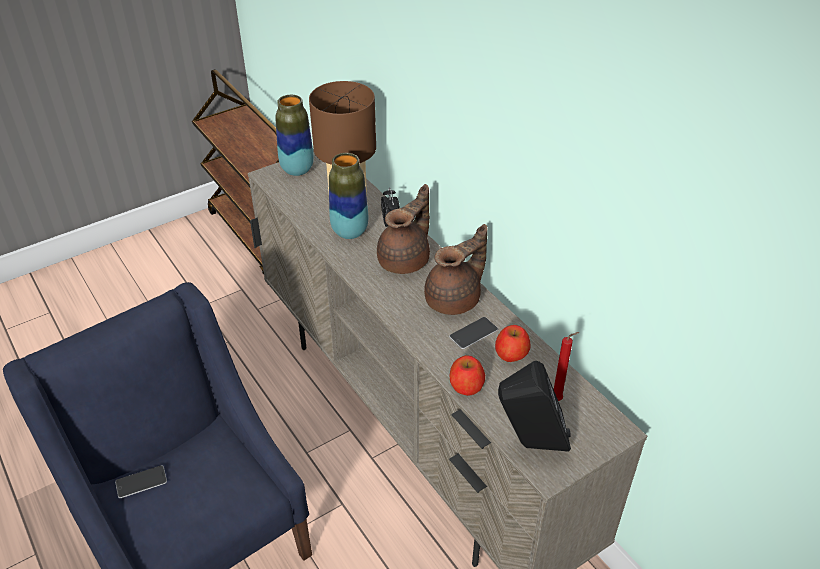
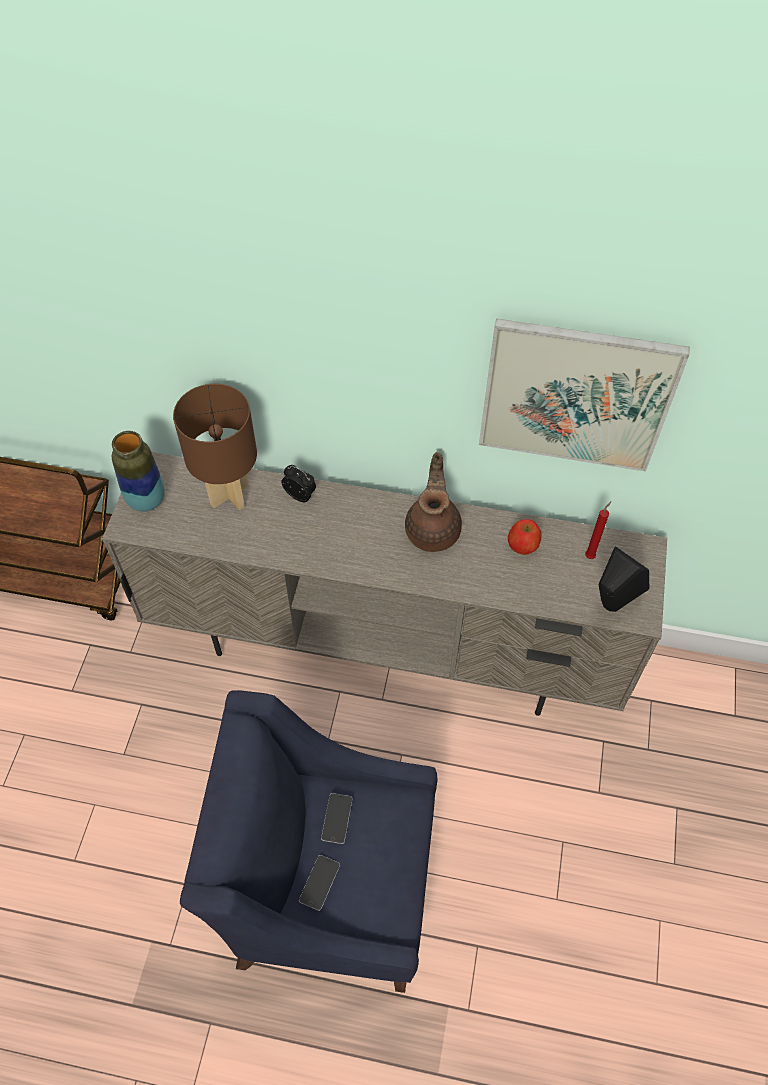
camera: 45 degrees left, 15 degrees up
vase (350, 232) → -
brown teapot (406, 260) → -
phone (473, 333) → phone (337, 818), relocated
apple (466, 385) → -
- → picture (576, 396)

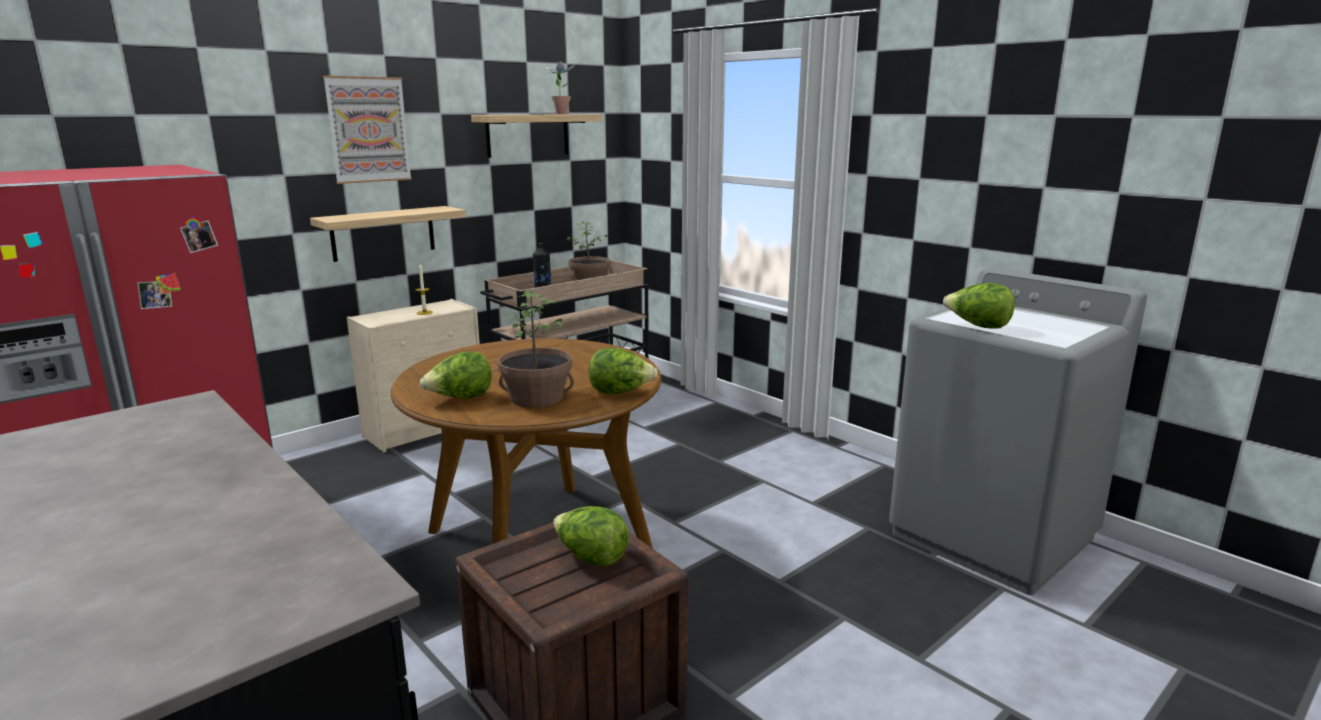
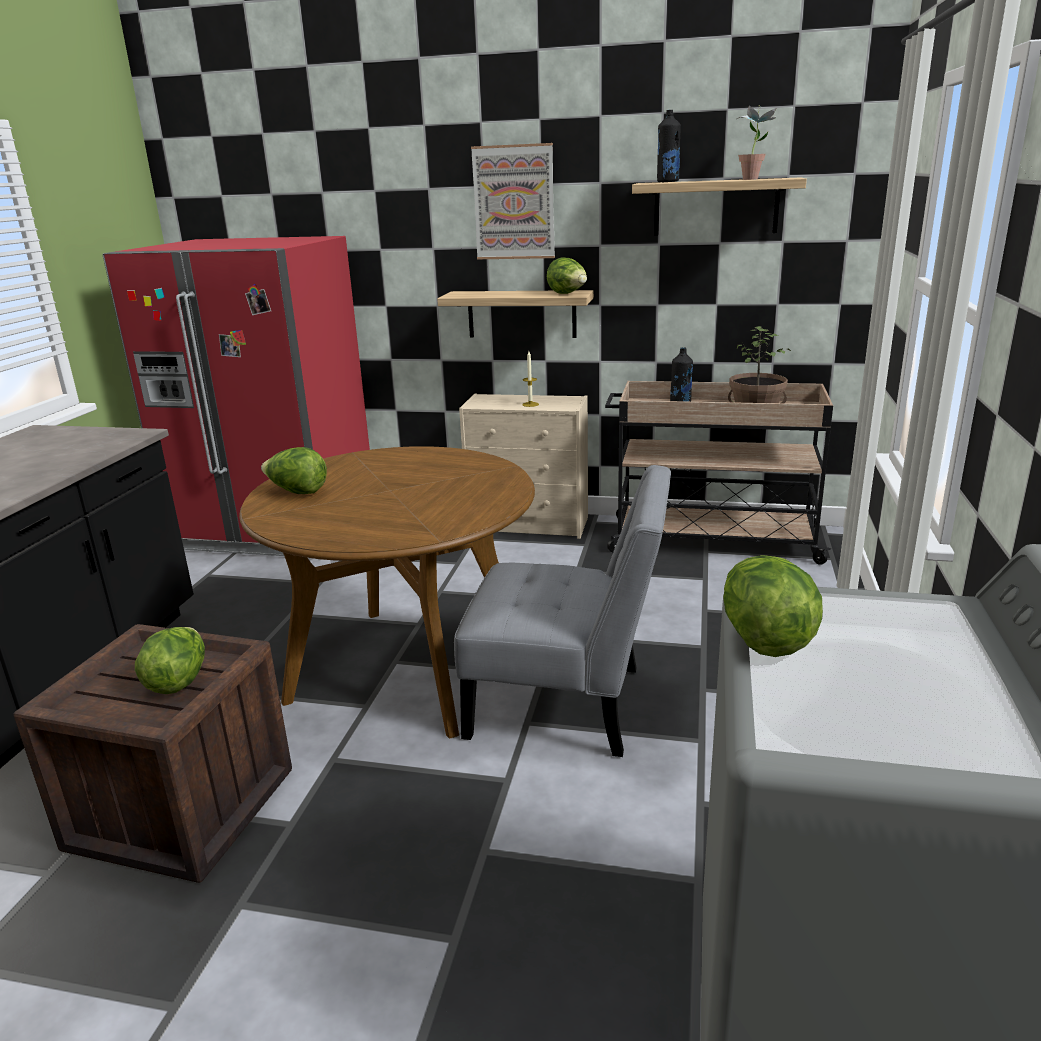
camera: 55 degrees right, 5 degrees up
potted plant (536, 398) → -
lettuce (620, 392) → lettuce (568, 294), relocated
- → grey chair (567, 704)
- → black bottle (667, 182)

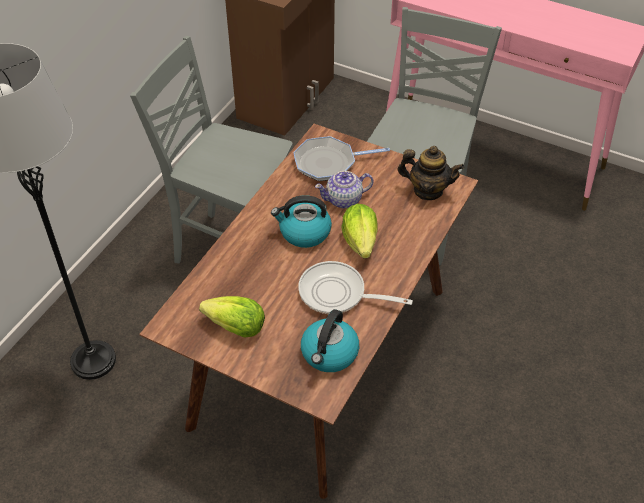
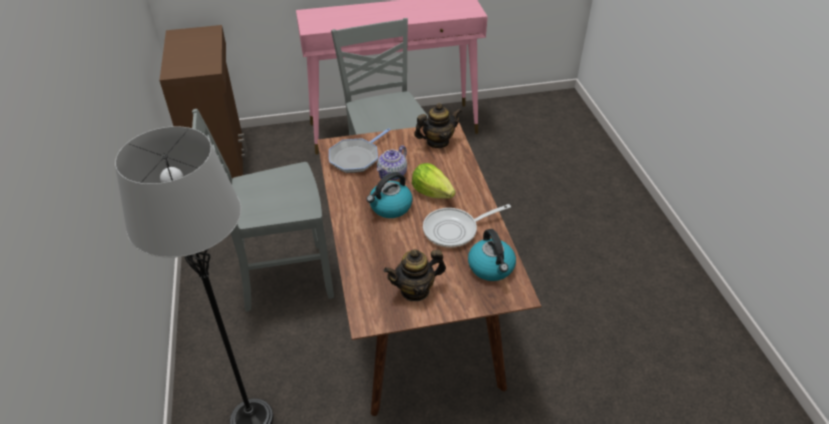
camera: 40 degrees left, 5 degrees down
lettuce (236, 328) → teapot (415, 290)

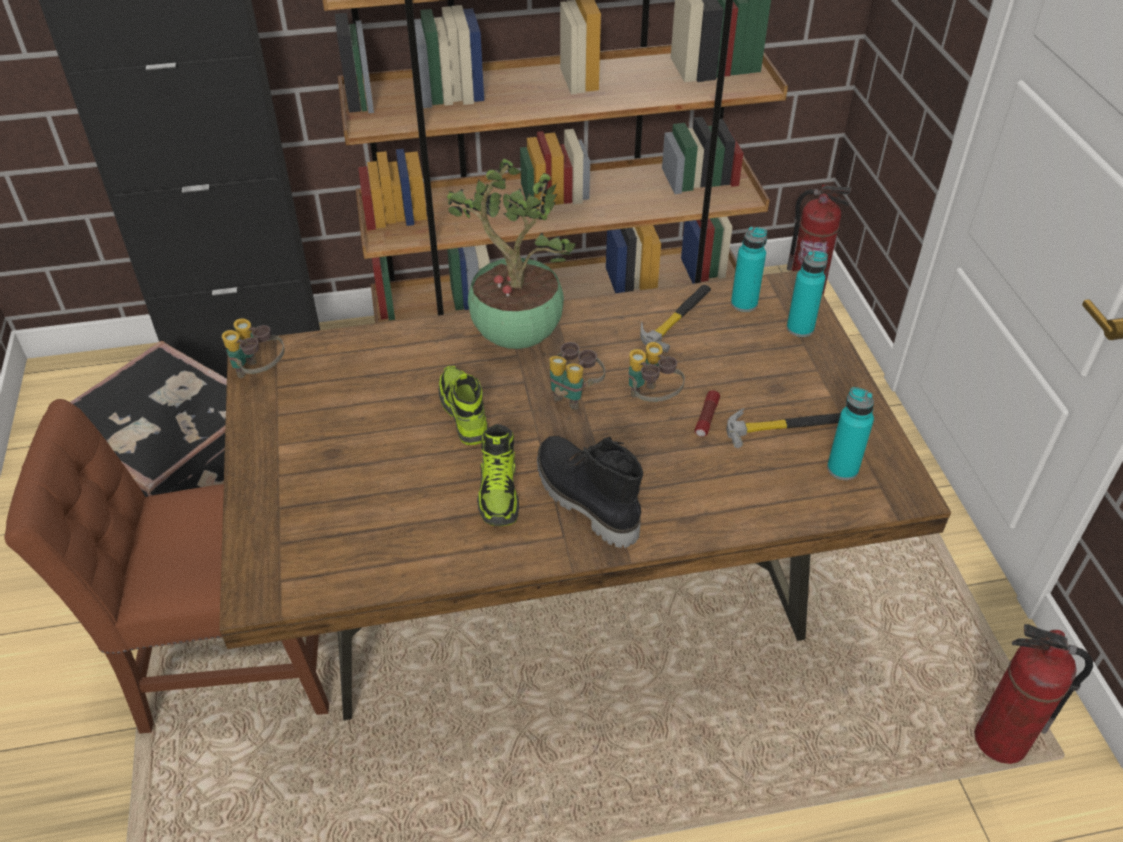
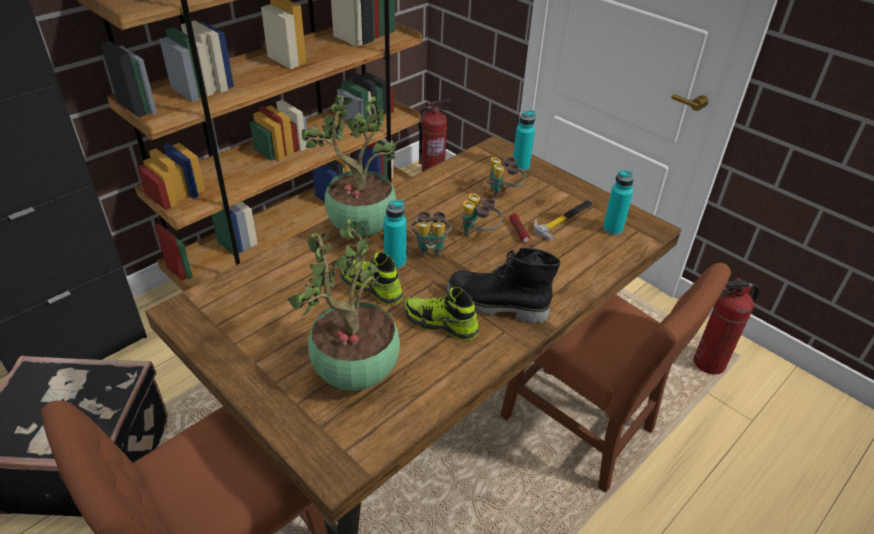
camera: 35 degrees left, 5 degrees down
binoculars (259, 373) → binoculars (503, 192), relocated
shoe (499, 492) → shoe (440, 324), 150 degrees clockwise
hammer (677, 317) → -
turquoise bottle (744, 303) → turquoise bottle (395, 262), relocated
- → potted plant (355, 376)
- → brown chair (583, 429)

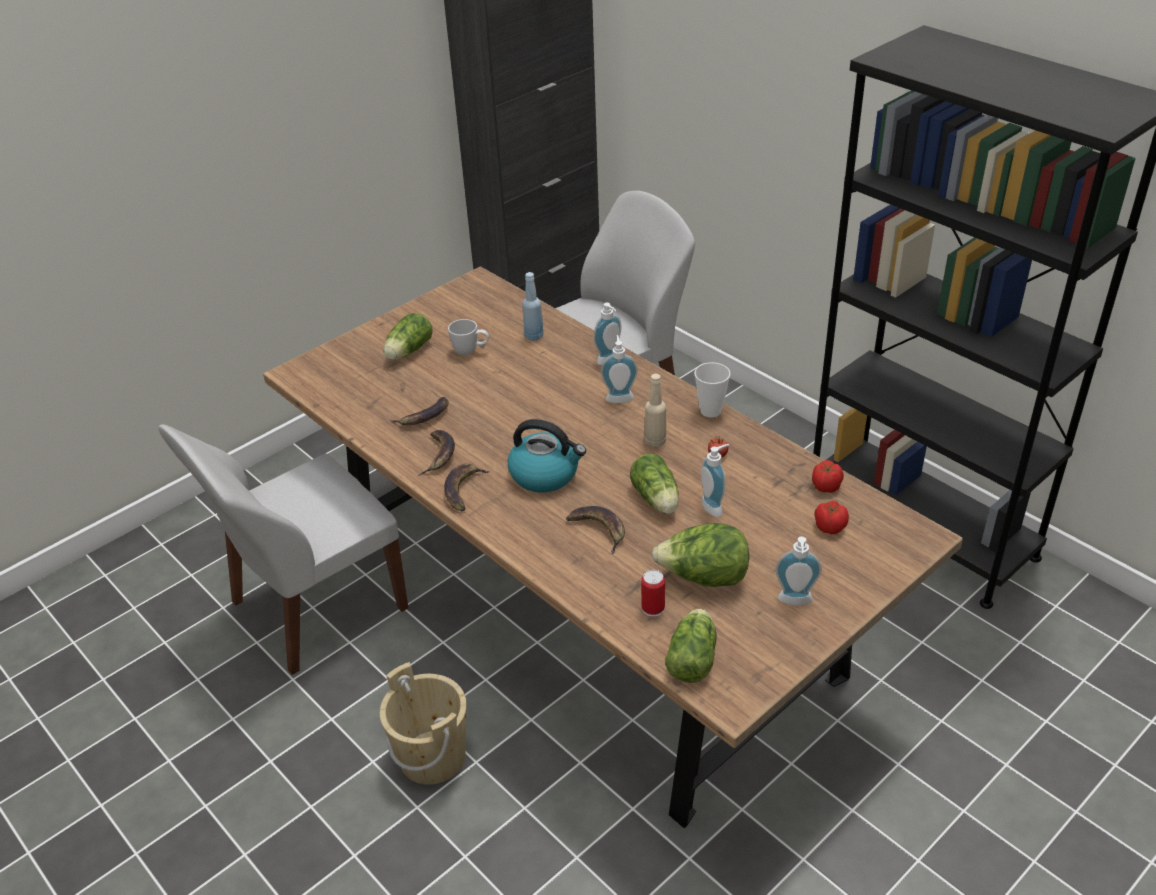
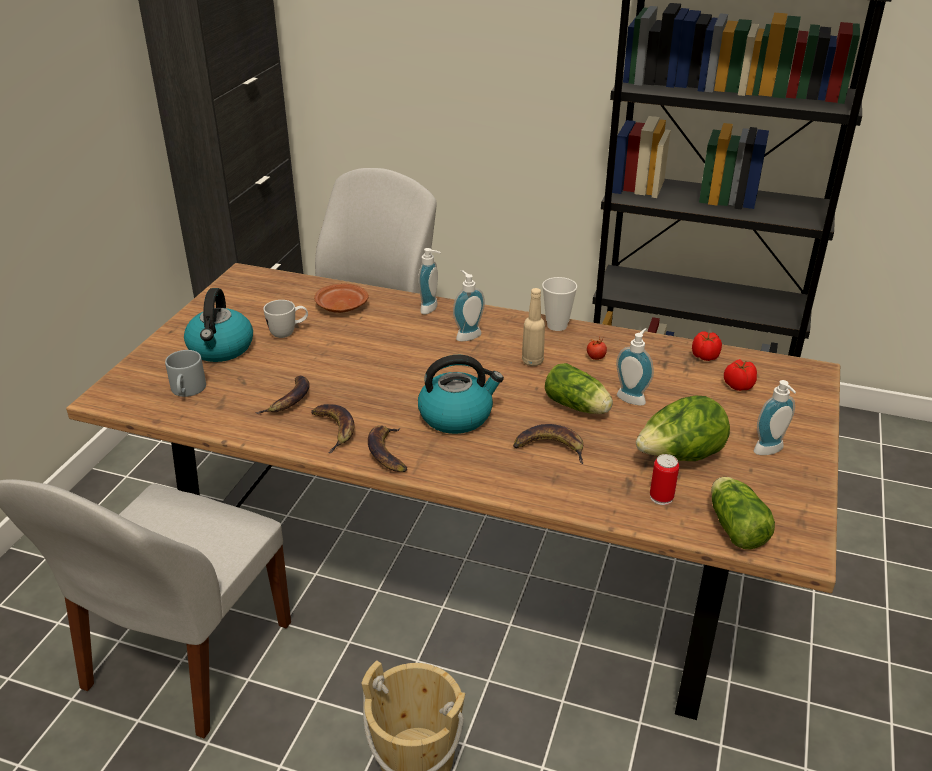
camera: 30 degrees left, 5 degrees down
lettuce (407, 352) → kettle (221, 349)
blue bottle (534, 336) → brown plate (341, 306)
- → grey mug (188, 390)

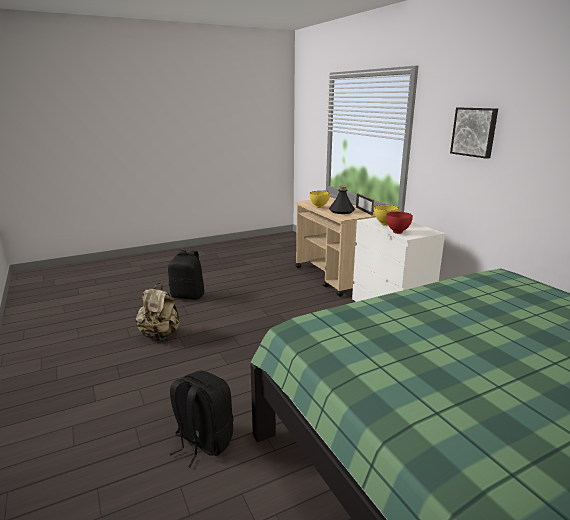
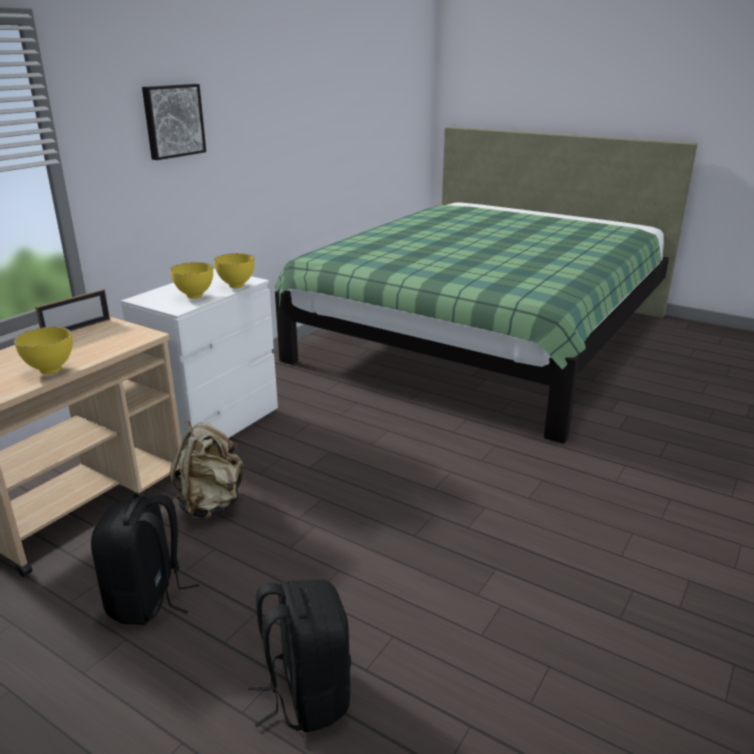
camera: 120 degrees left, 5 degrees up
beige backpack (160, 335) → beige backpack (211, 504), relocated
black backpack (203, 442) → black backpack (148, 600), relocated
black bottle (342, 211) → -
red bowl (397, 232) → yellow bowl (236, 286)

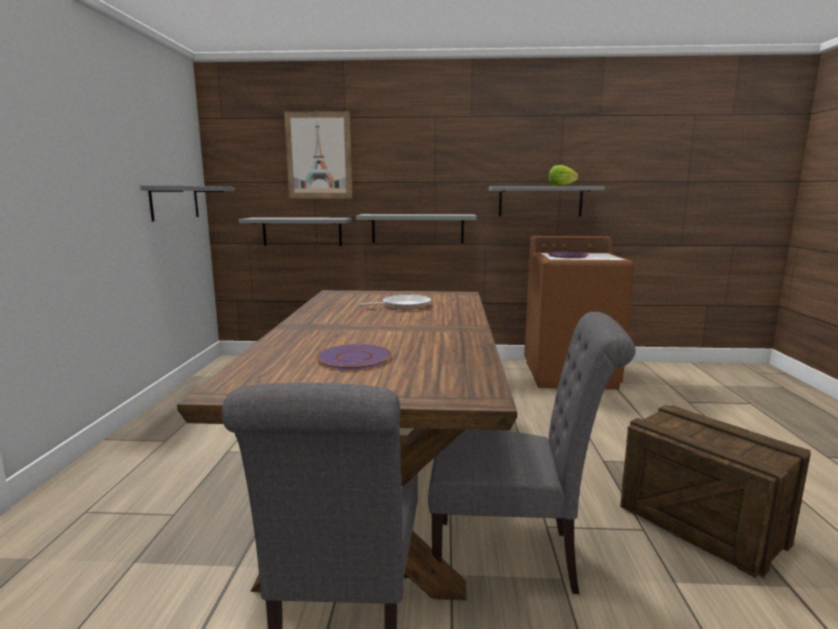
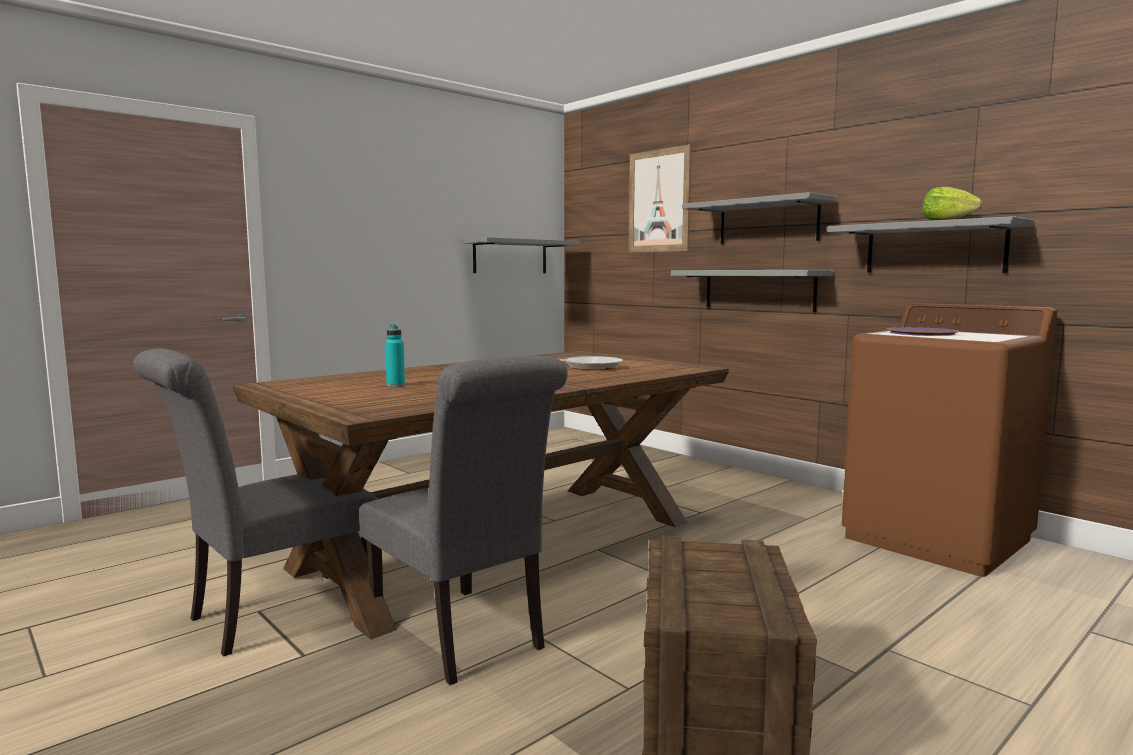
camera: 45 degrees right, 5 degrees down
grey shelf (302, 231) → grey shelf (768, 222), relocated
purple plate (354, 358) → turquoise bottle (395, 385)

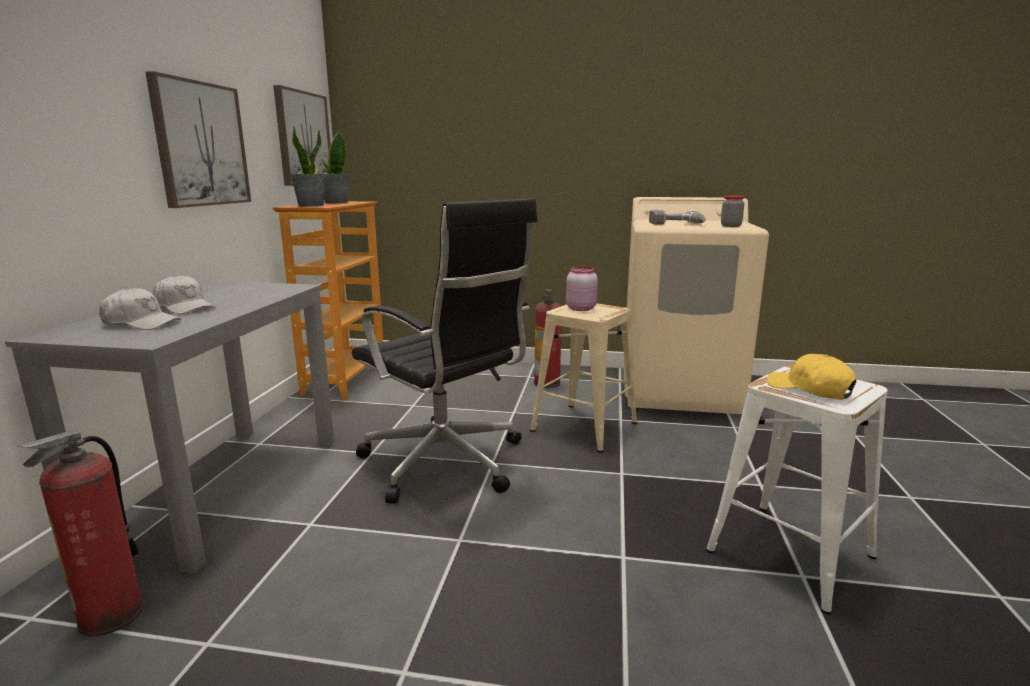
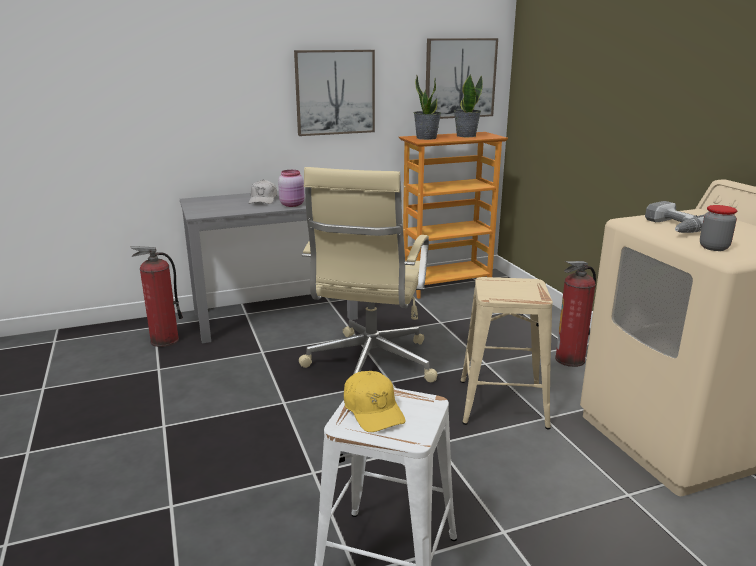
camera: 60 degrees right, 5 degrees up
white cap (141, 323) → -
black office chair (446, 464) → beige office chair (369, 366)
pink jar (581, 308) → pink jar (293, 204), relocated
yellow cap (809, 389) → yellow cap (373, 410), 135 degrees clockwise

